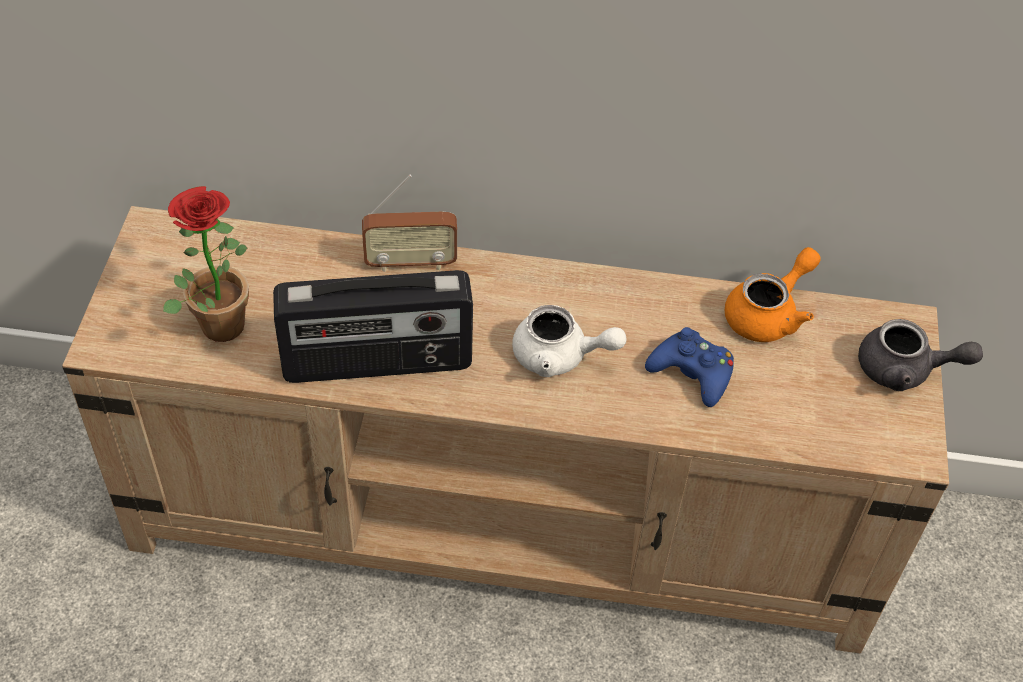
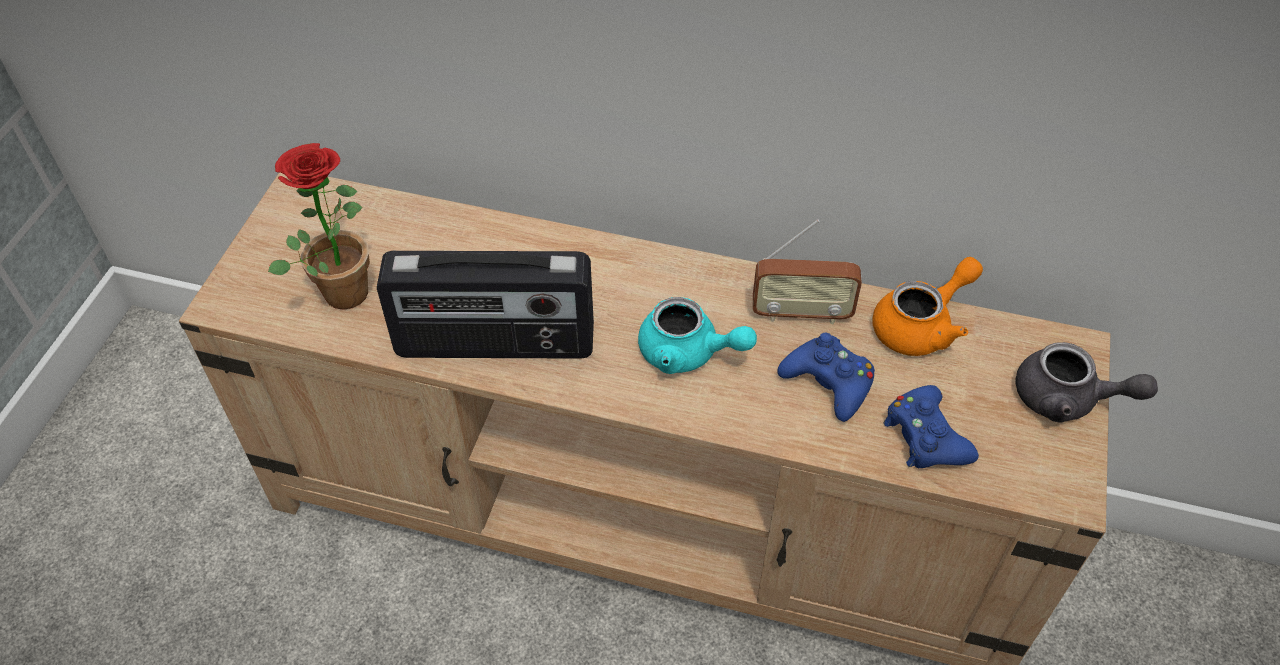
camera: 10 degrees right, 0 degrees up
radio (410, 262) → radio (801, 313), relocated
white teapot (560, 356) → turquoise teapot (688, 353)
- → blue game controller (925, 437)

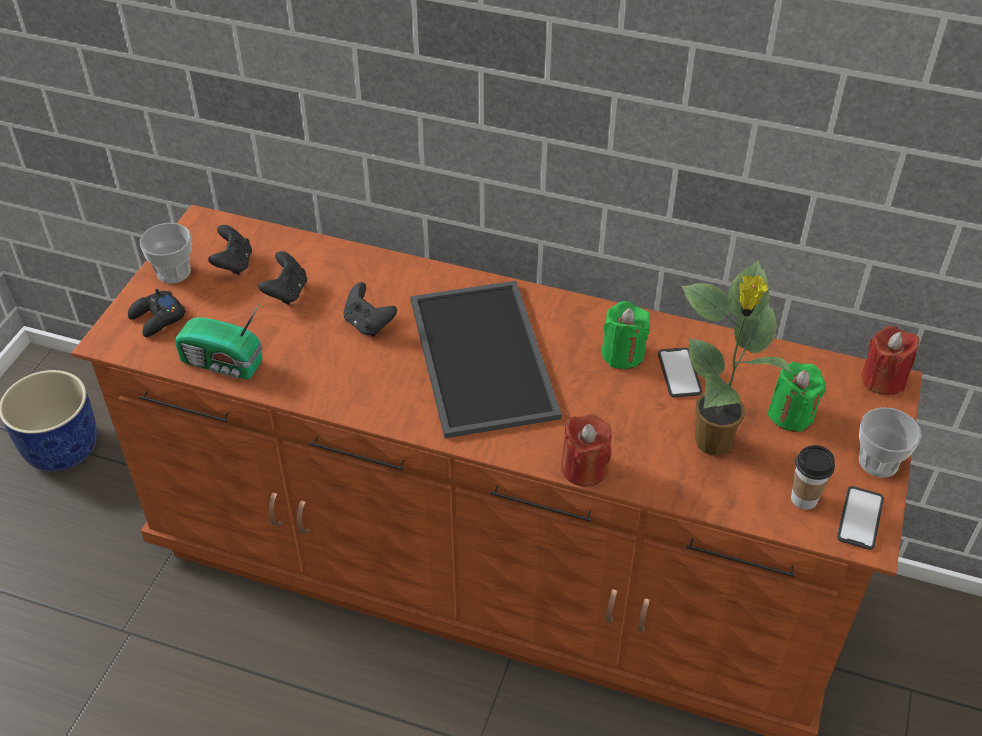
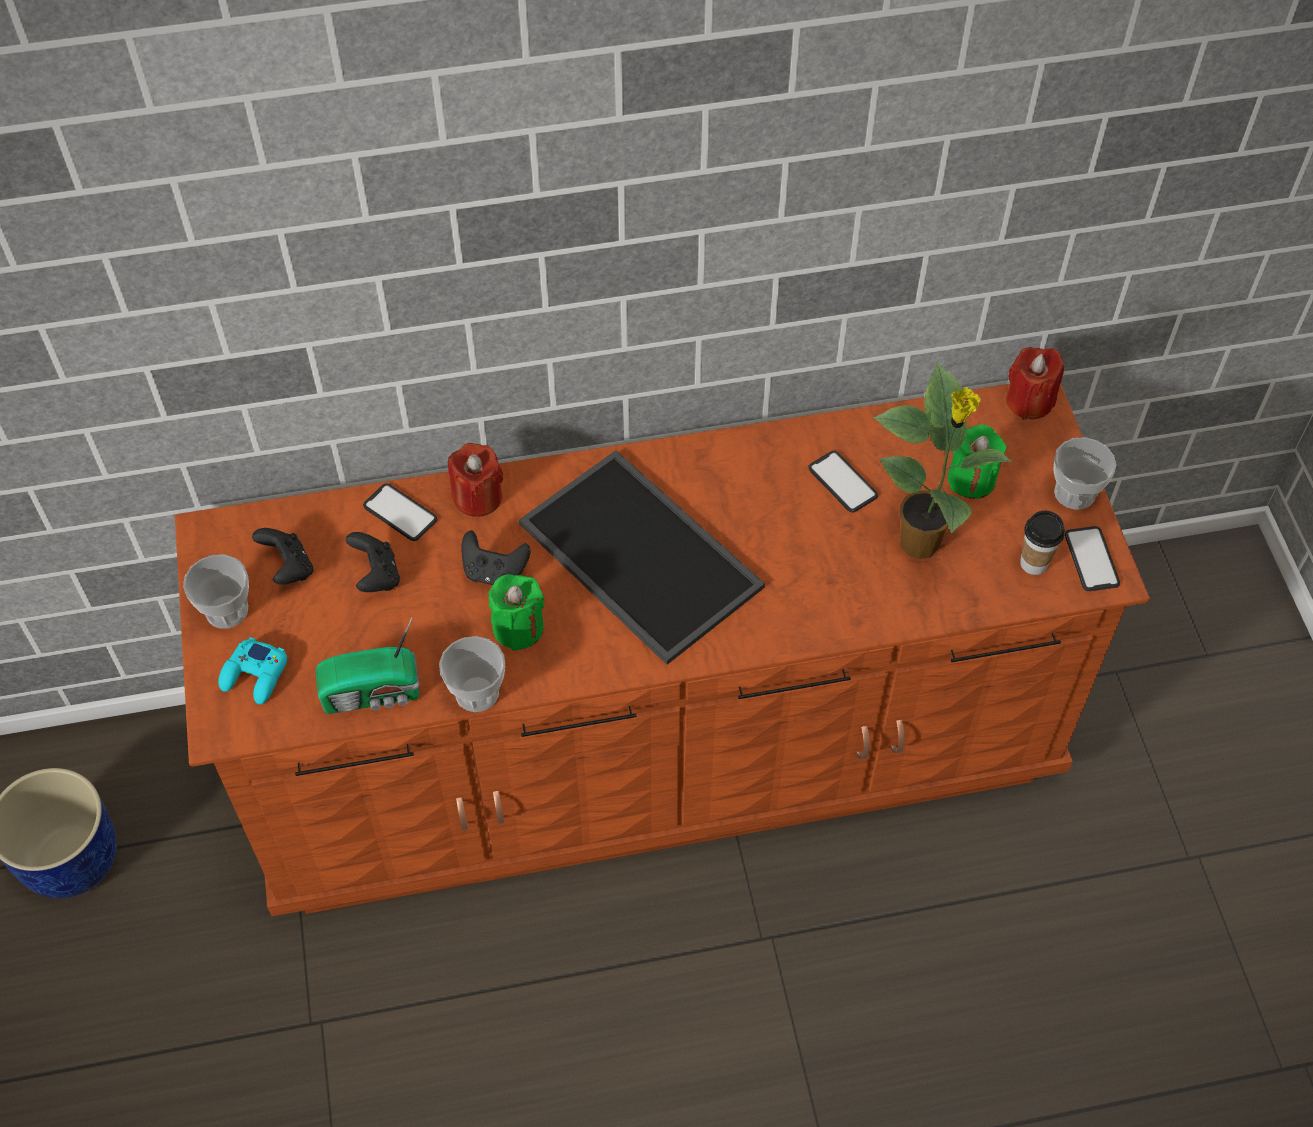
camera: 30 degrees left, 10 degrees up
black game controller (157, 318) → turquoise game controller (255, 675)
red candle (584, 468) → red candle (478, 497), relocated
green candle (623, 354) → green candle (518, 628), relocated
- → phone (400, 513)
- → cup (477, 693)

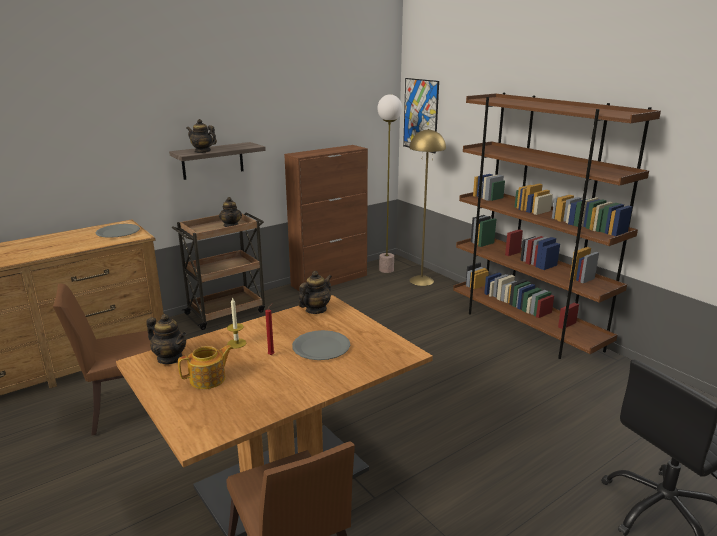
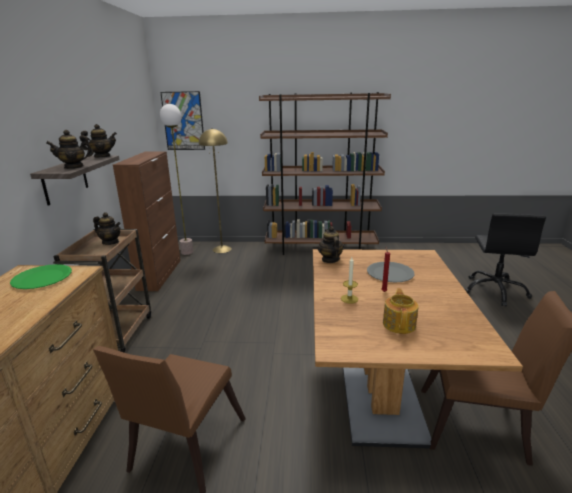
camera: 50 degrees left, 0 degrees up
grey plate (118, 232) → green plate (42, 278)
teapot (170, 358) → teapot (102, 157), relocated

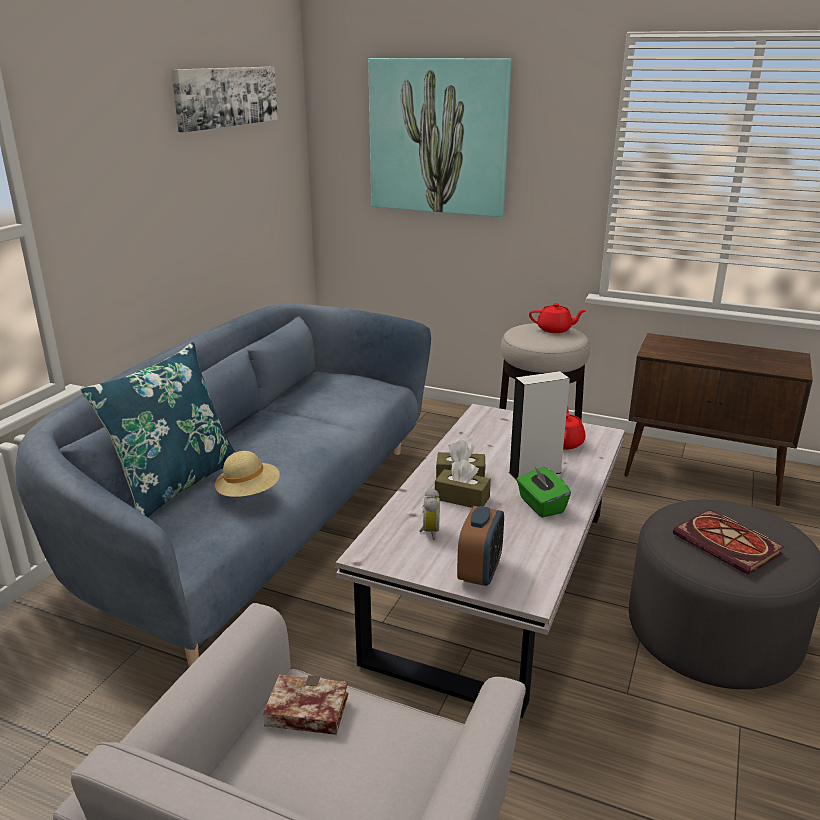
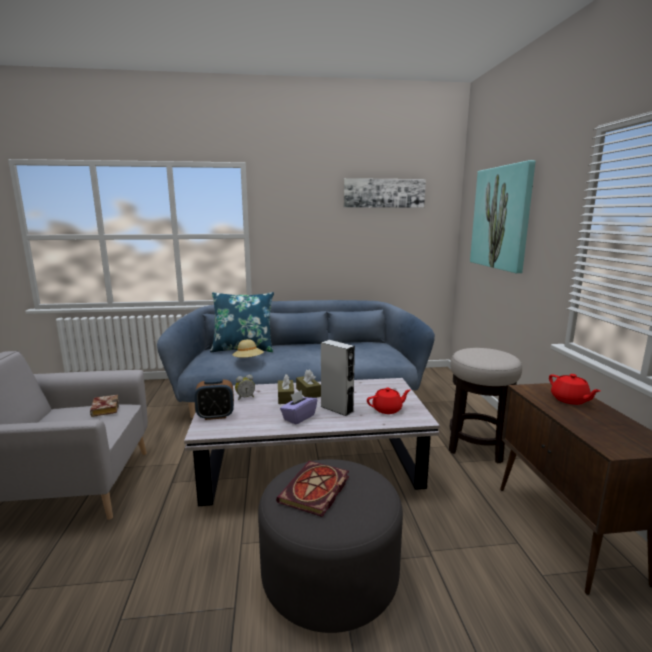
camera: 60 degrees right, 10 degrees down
green tissue box (541, 505) → purple tissue box (298, 417)
red teapot (555, 329) → red teapot (570, 400), relocated

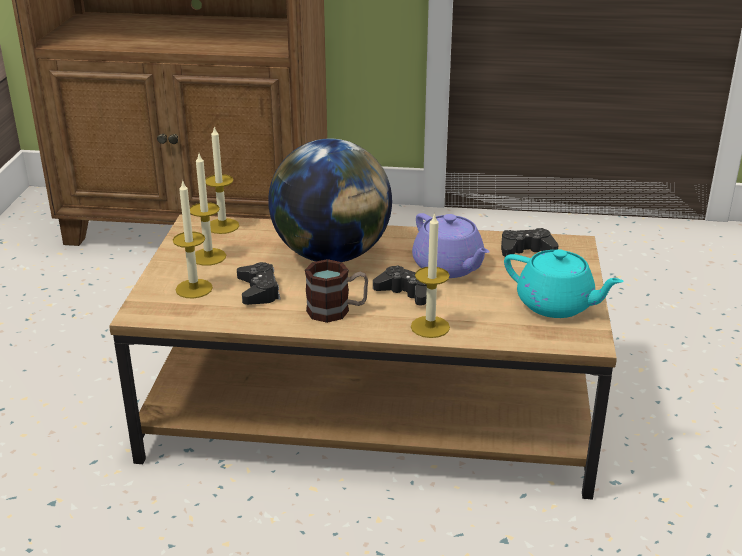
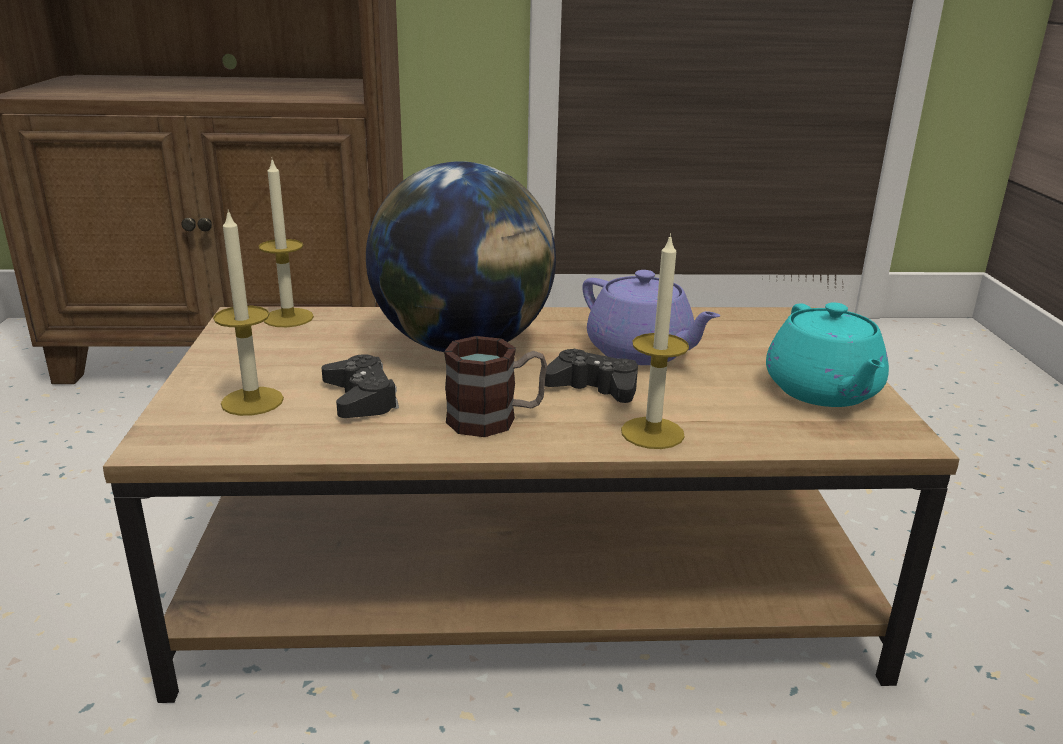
camera: 10 degrees left, 5 degrees down
candle (208, 257) → -
black game controller (526, 250) → -
turquoise teapot (556, 305) → turquoise teapot (823, 391), 60 degrees clockwise

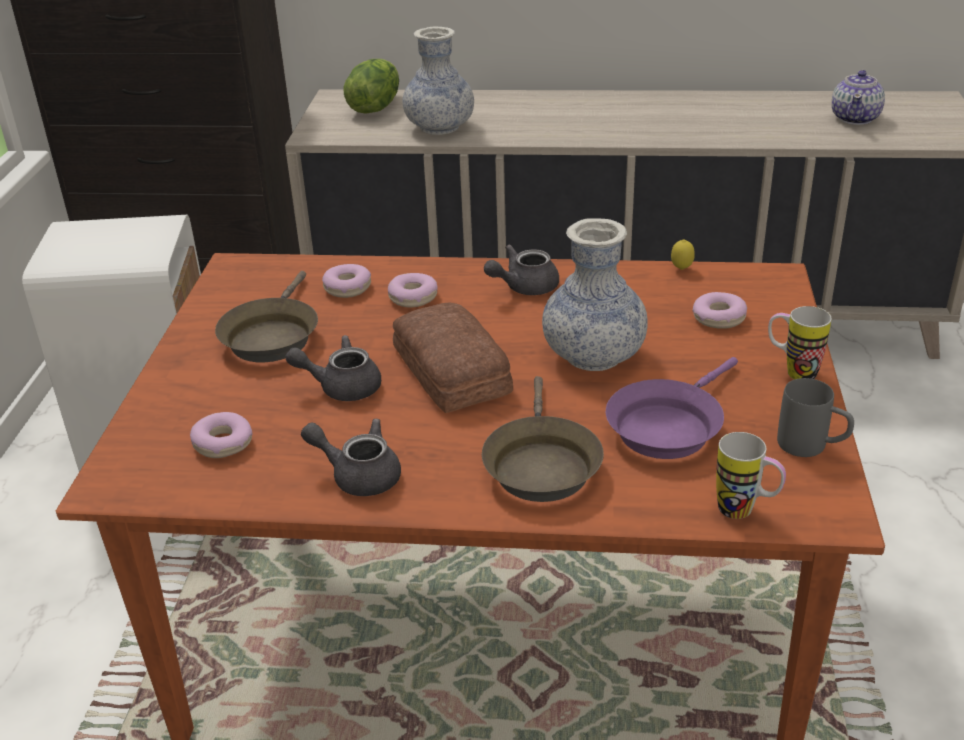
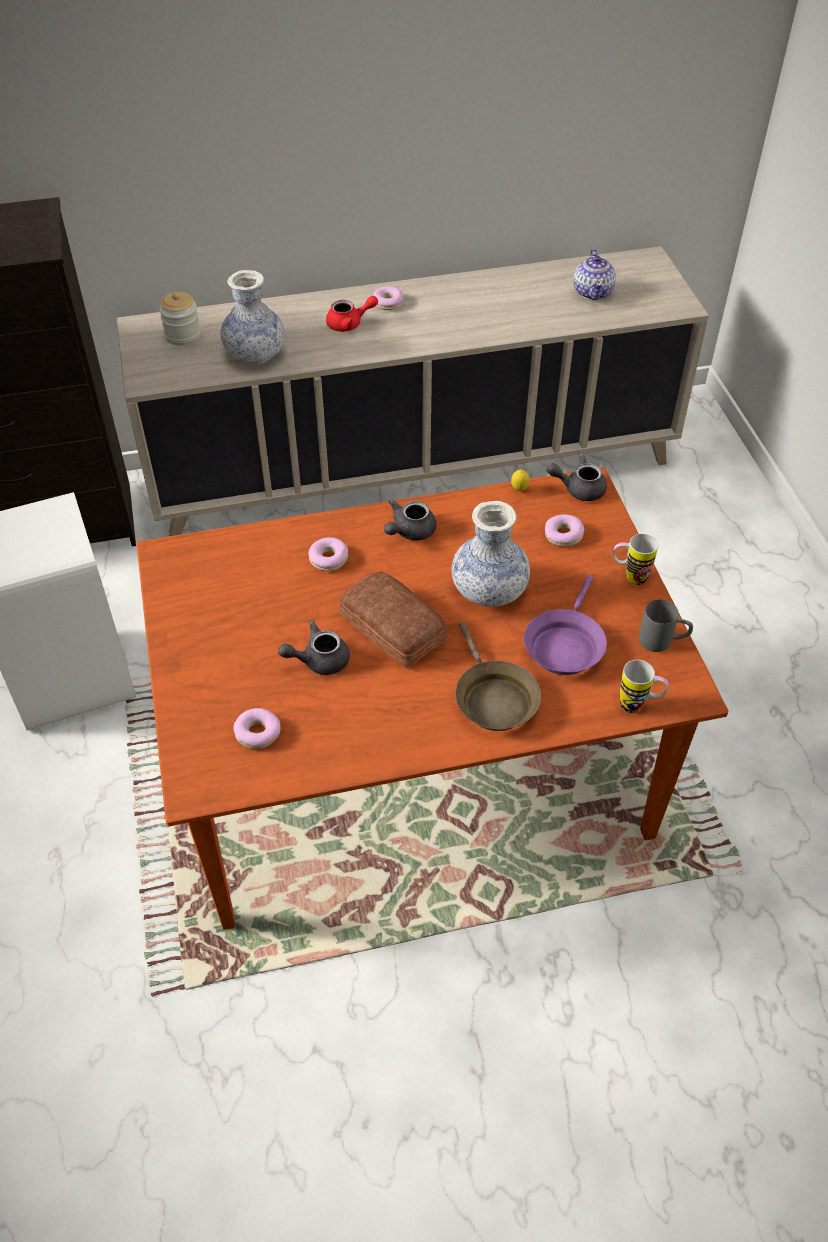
camera: 20 degrees left, 15 degrees up
brown frying pan (272, 336) → -
grey teapot (358, 475) → grey teapot (578, 488), relocated
donut (347, 287) → donut (388, 303), relocated
lettuce (374, 107) → jar (183, 335)
- → red teapot (349, 324)

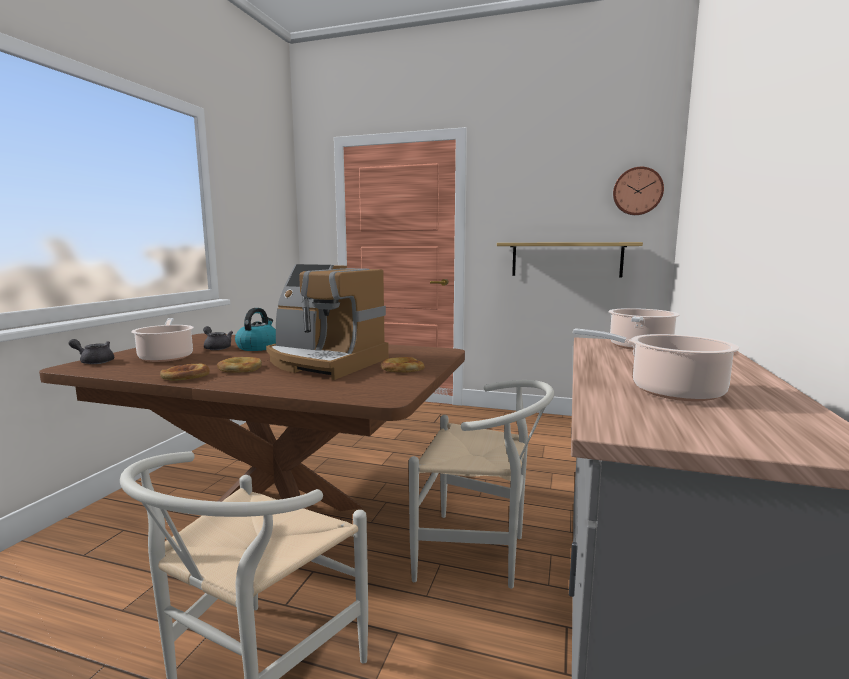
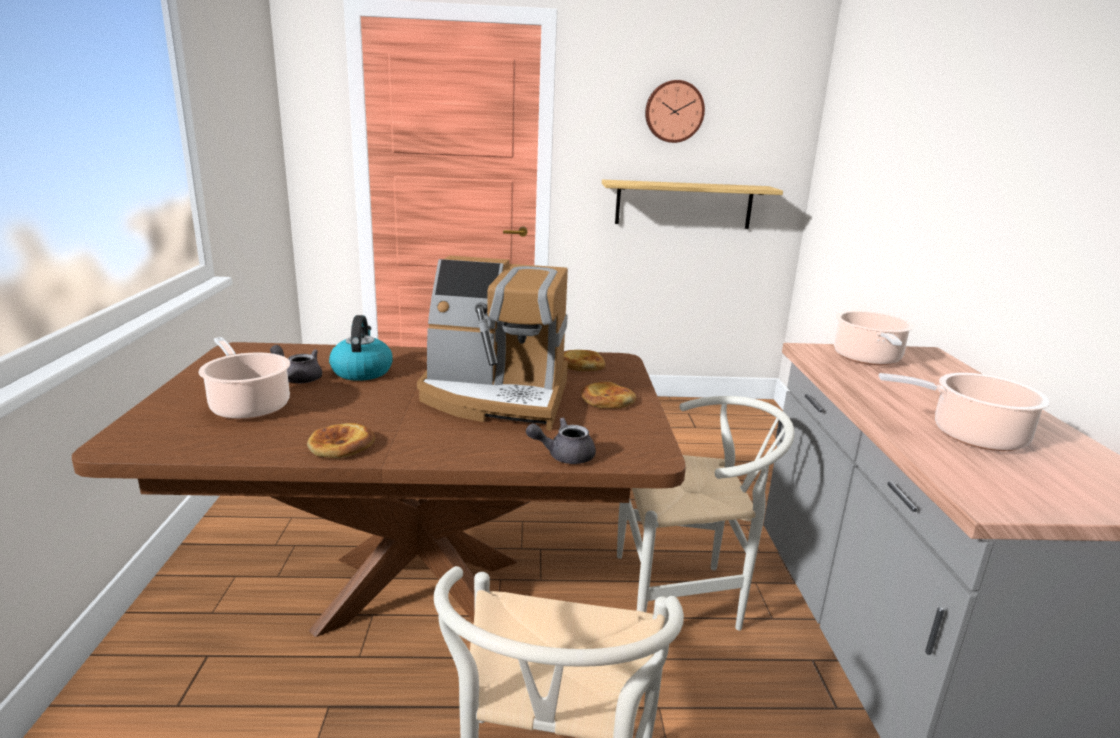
camera: 20 degrees left, 10 degrees up
grey teapot (94, 361) → grey teapot (564, 455), relocated
bread (240, 368) → bread (581, 364), relocated
wall clock (637, 191) → wall clock (674, 111), relocated

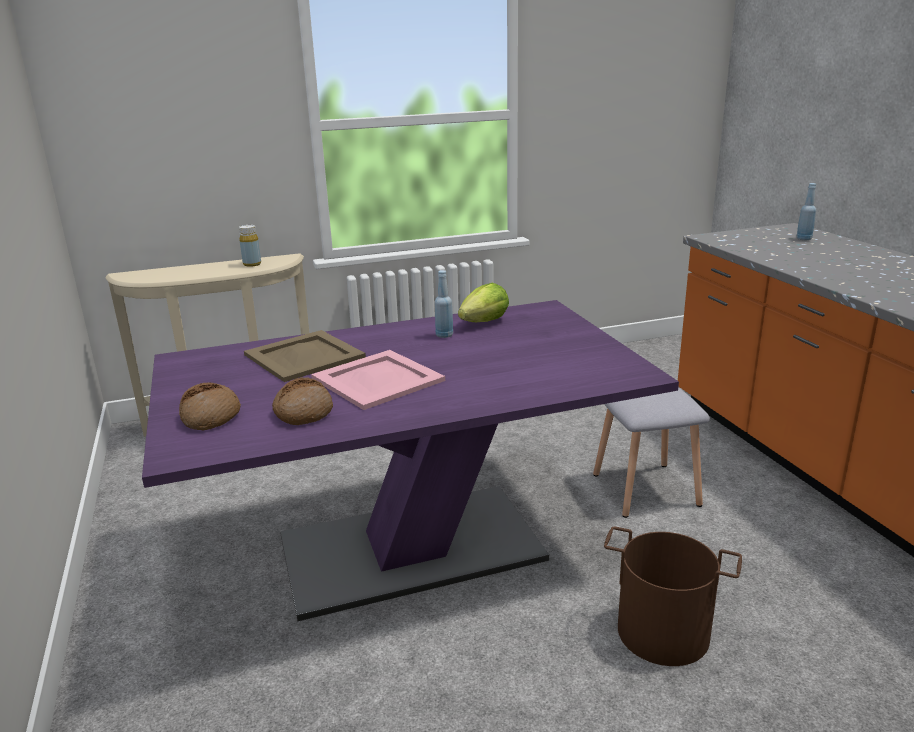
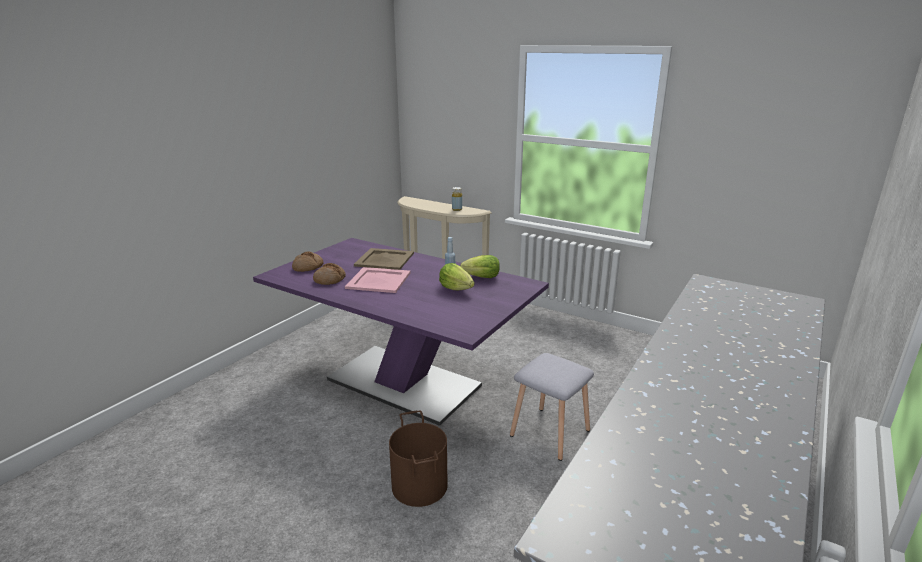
camera: 50 degrees right, 0 degrees up
blue bottle (803, 239) → -
- → lettuce (456, 288)

